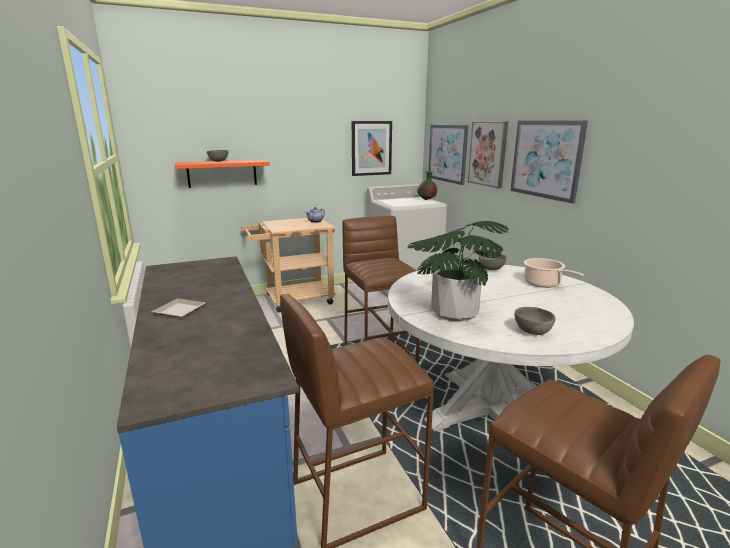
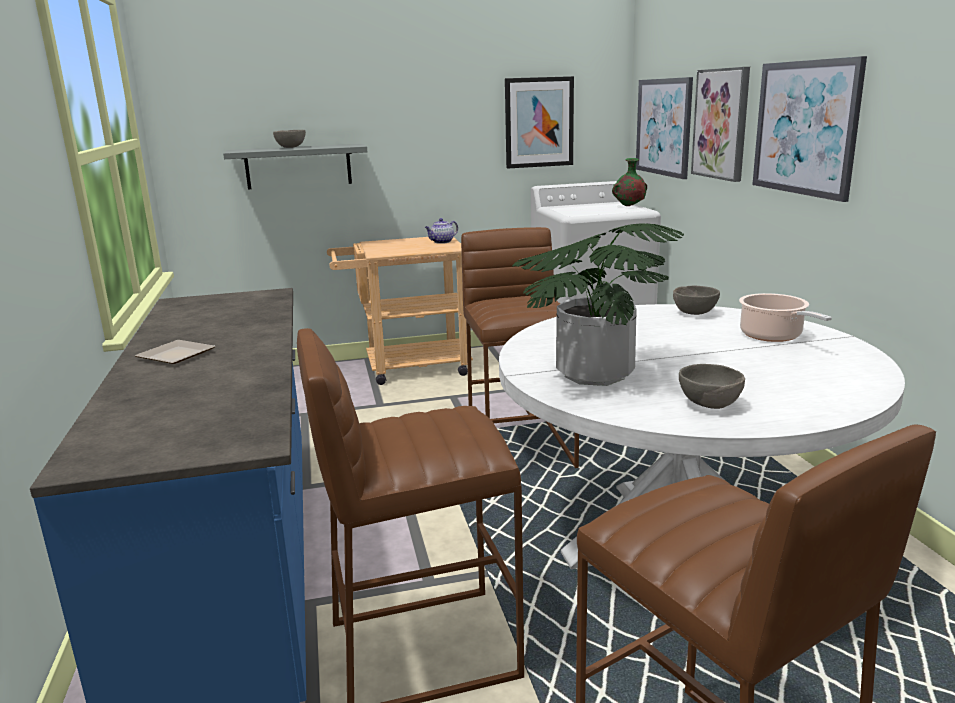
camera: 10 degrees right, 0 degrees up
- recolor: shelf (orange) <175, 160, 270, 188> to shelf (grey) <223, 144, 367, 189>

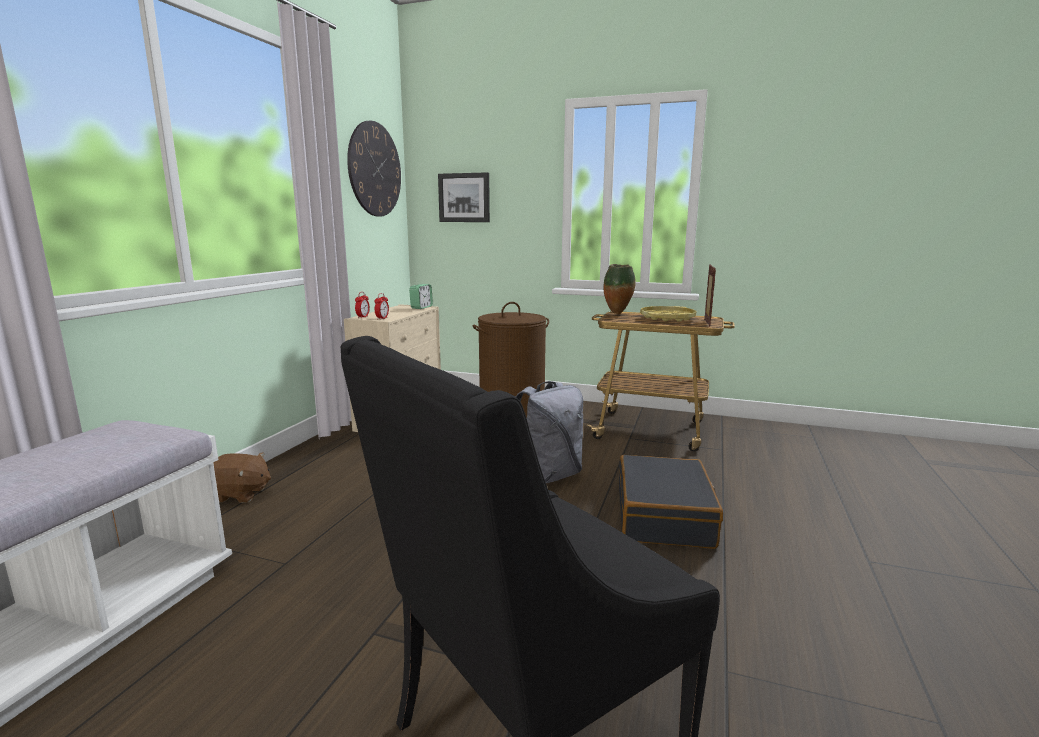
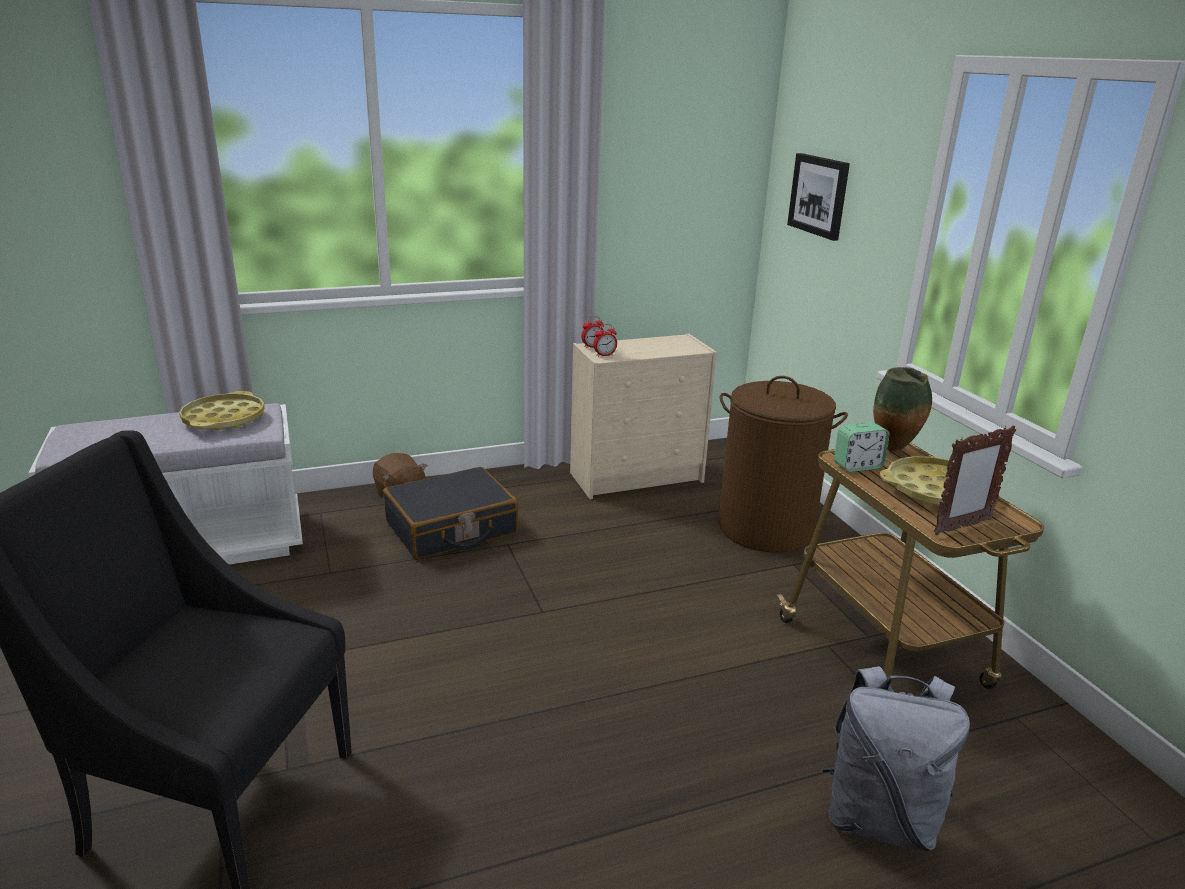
camera: 50 degrees right, 10 degrees up
- delete: wall clock <347, 121, 401, 216>
- insert: tray (yellow) <179, 391, 265, 431>
- move: alarm clock <409, 284, 433, 309> to <834, 422, 890, 472>
- move: backpack (grey) <516, 381, 583, 483> to <822, 666, 970, 851>
- move: suitcase (black) <619, 455, 723, 549> to <383, 467, 518, 559>

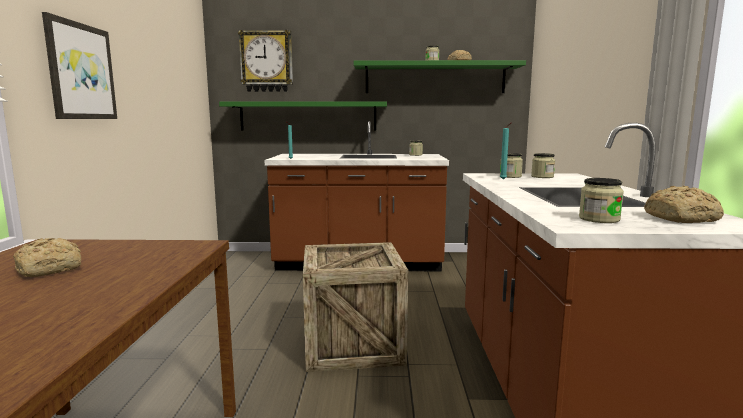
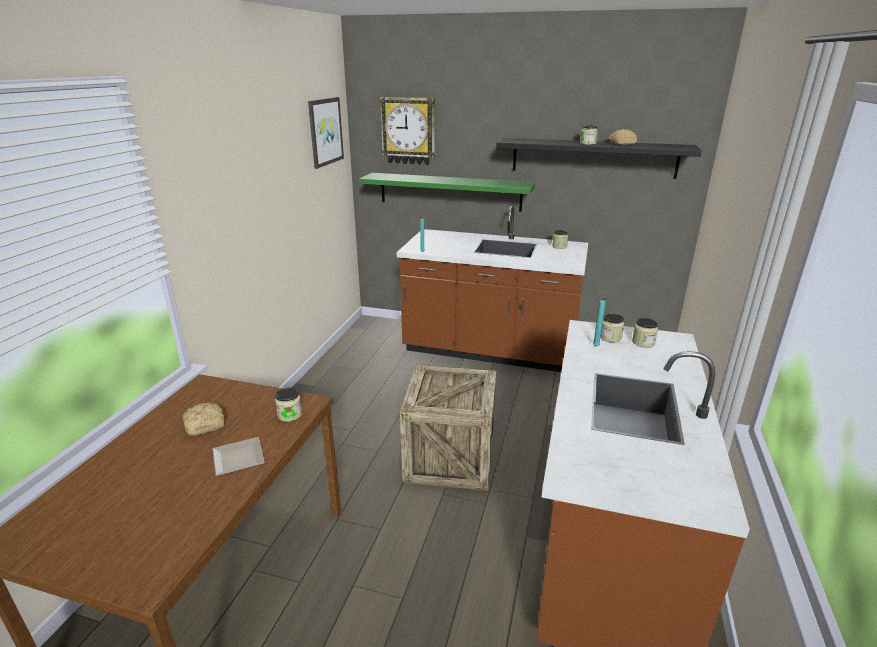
camera: 15 degrees right, 15 degrees up
- delete: bread <644, 186, 724, 223>
- insert: plate <212, 437, 265, 476>
- move: picture <42, 12, 117, 119> to <308, 97, 344, 169>
- move: jar <579, 178, 624, 223> to <275, 388, 302, 422>
- recolor: shelf (green) <354, 60, 526, 93> to shelf (black) <496, 138, 702, 179>

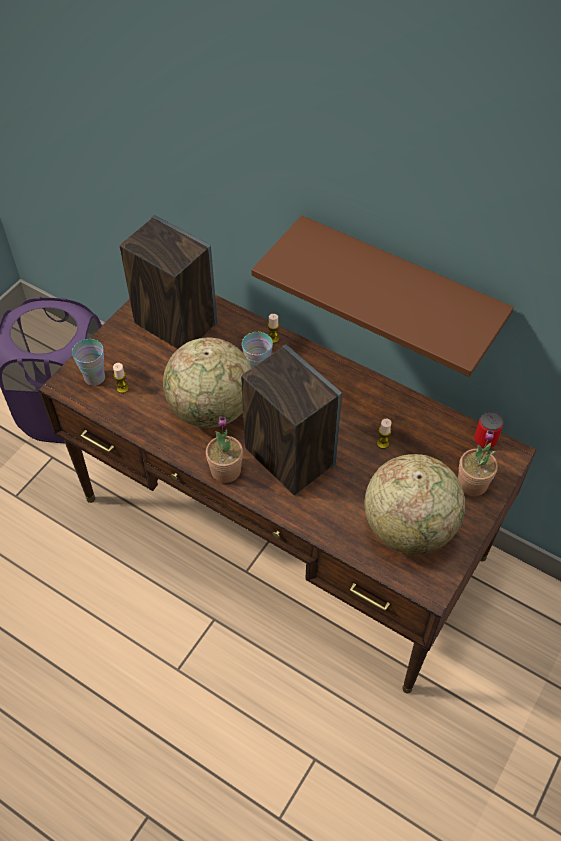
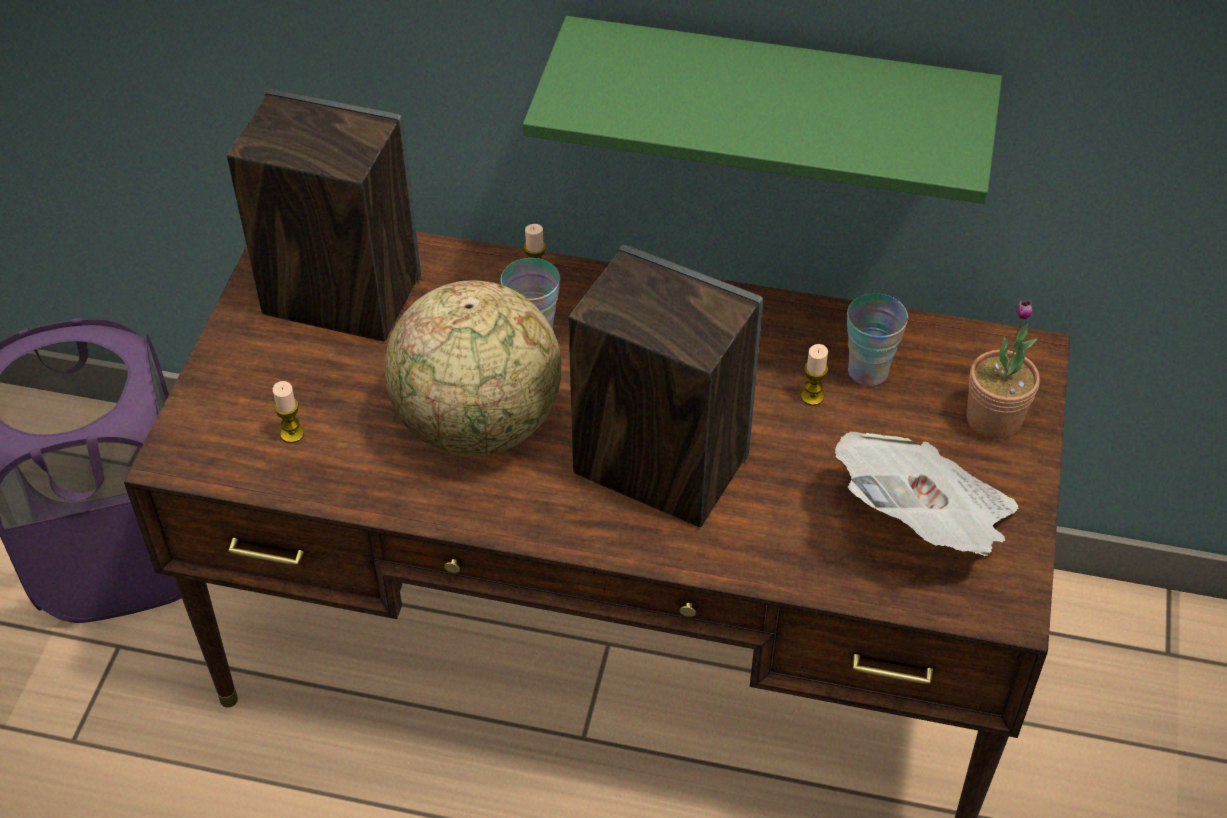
camera: 20 degrees left, 5 degrees down
- delete: potted plant <206, 416, 243, 483>
- delete: can <474, 411, 503, 448>
- move: cup <72, 339, 105, 386> to <847, 293, 908, 386>
- replace: globe <365, 454, 465, 554> to newspaper <835, 432, 1019, 556>
- recolor: shelf (brown) <251, 215, 514, 377> to shelf (green) <523, 16, 1002, 204>

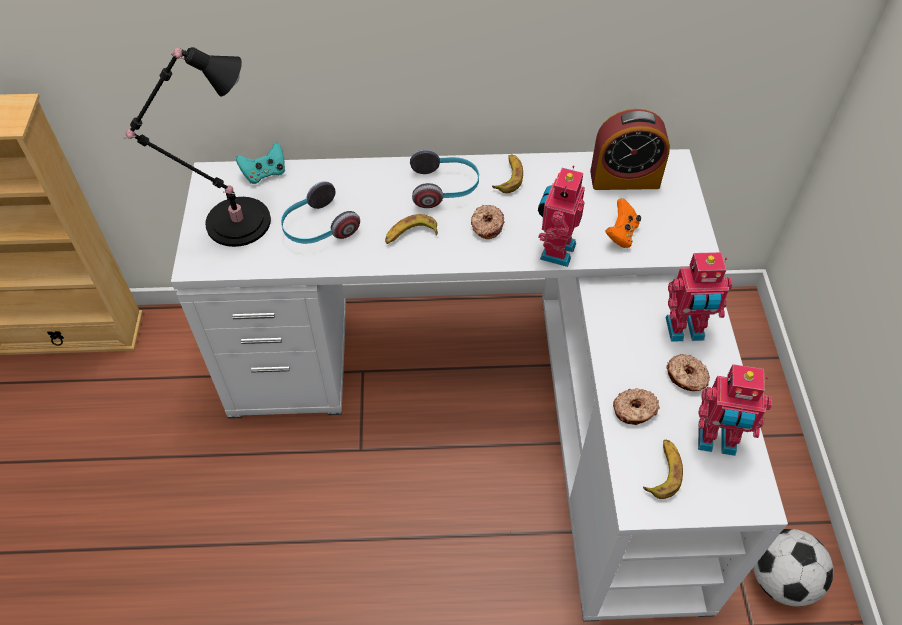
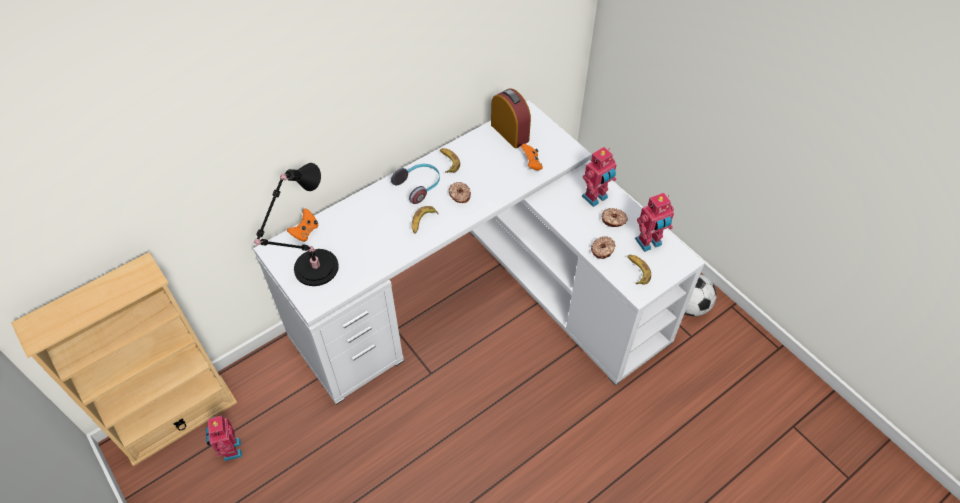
camera: 35 degrees left, 0 degrees up
- delete: headphones <281, 181, 360, 244>
- move: toy robot <538, 166, 585, 267> to <206, 415, 242, 461>
- recolor: game controller (turquoise) <236, 142, 285, 184> to game controller (orange) <287, 209, 318, 242>
- rotate: alarm clock <590, 109, 670, 190> = <491, 88, 531, 149> 90 degrees counterclockwise

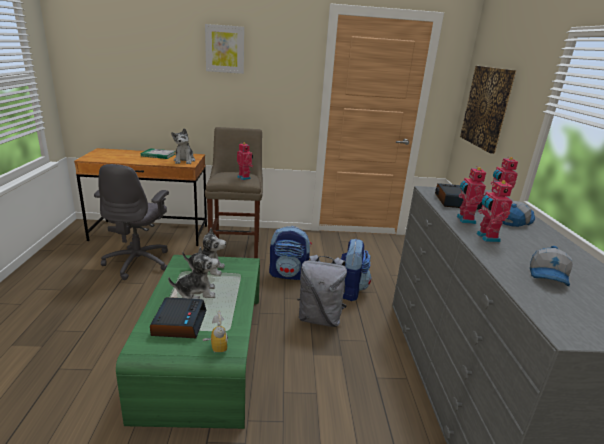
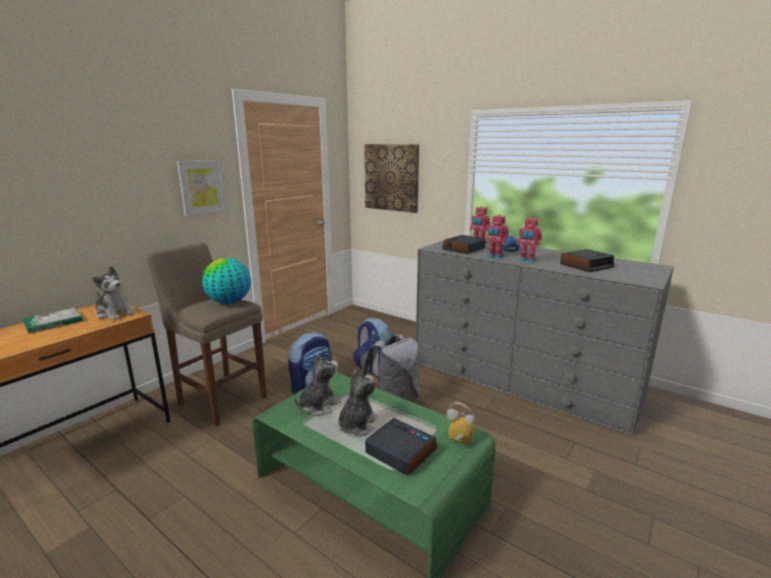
camera: 50 degrees left, 5 degrees down
- delete: office chair (grey) <94, 164, 169, 280>
- move: picture <205, 24, 244, 74> to <177, 160, 226, 216>
- replace: toy robot <237, 143, 253, 180> to globe <202, 258, 251, 304>
- replace: cap <530, 246, 573, 286> to alarm clock <560, 249, 614, 272>

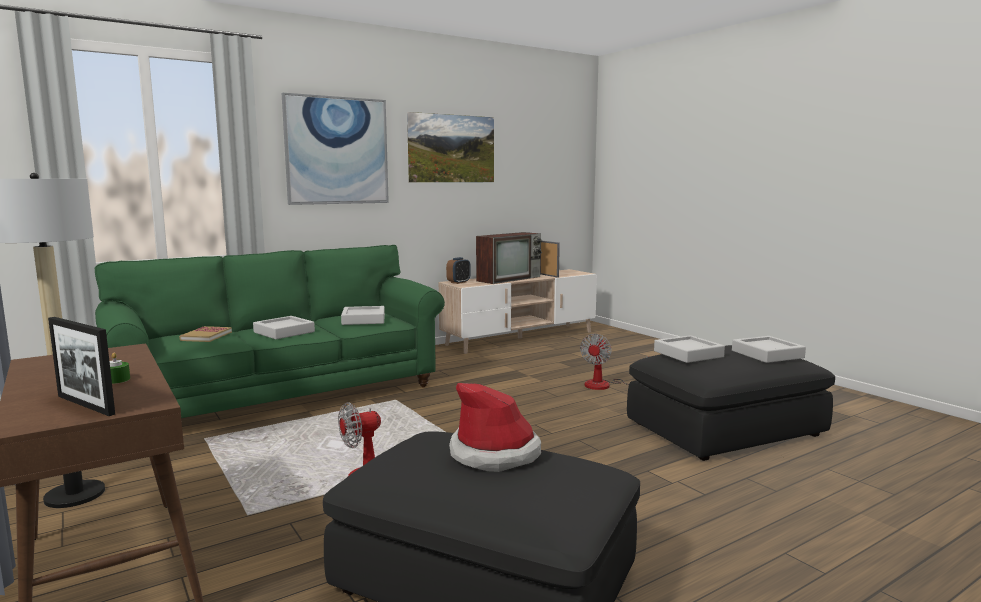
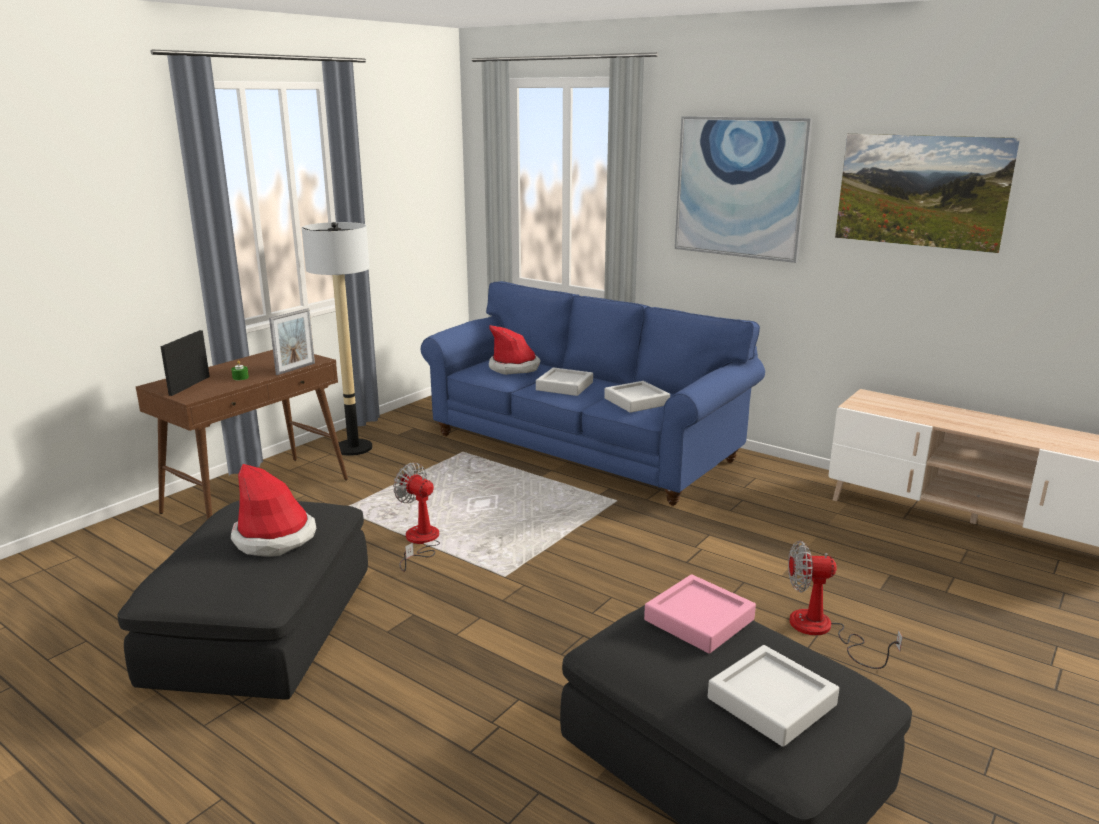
camera: 70 degrees right, 10 degrees up
- delete: alarm clock <446, 257, 471, 284>
- delete: television <476, 232, 543, 284>
- move: picture frame <540, 240, 560, 278> to <269, 308, 315, 375>
- replace: book <179, 326, 232, 342> to hat <489, 325, 541, 375>
- recolor: sofa (green) <95, 245, 445, 418> to sofa (blue) <421, 281, 765, 506>
- recolor: tray (grey) <654, 335, 725, 363> to tray (pink) <644, 574, 756, 654>

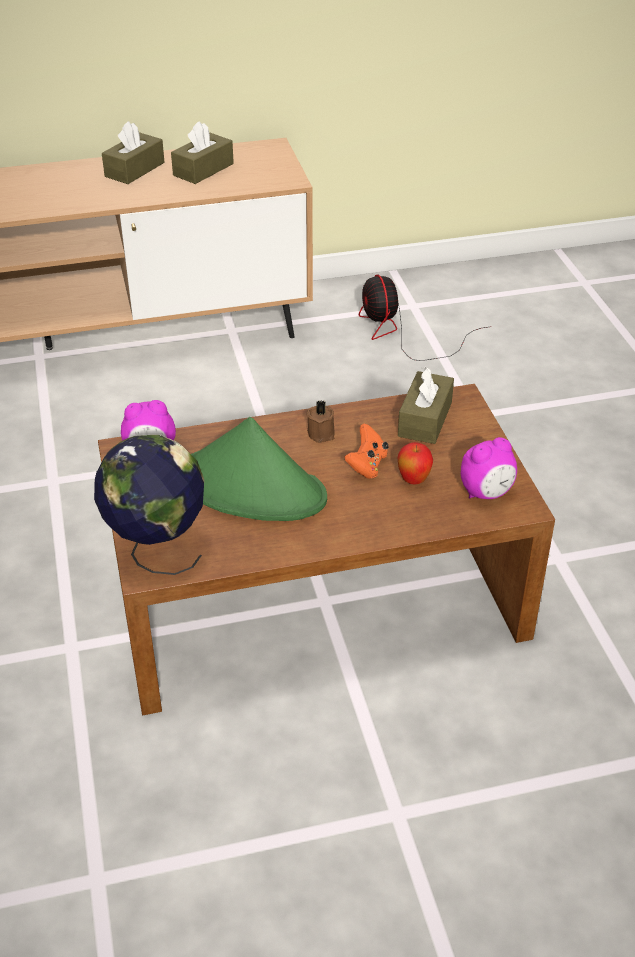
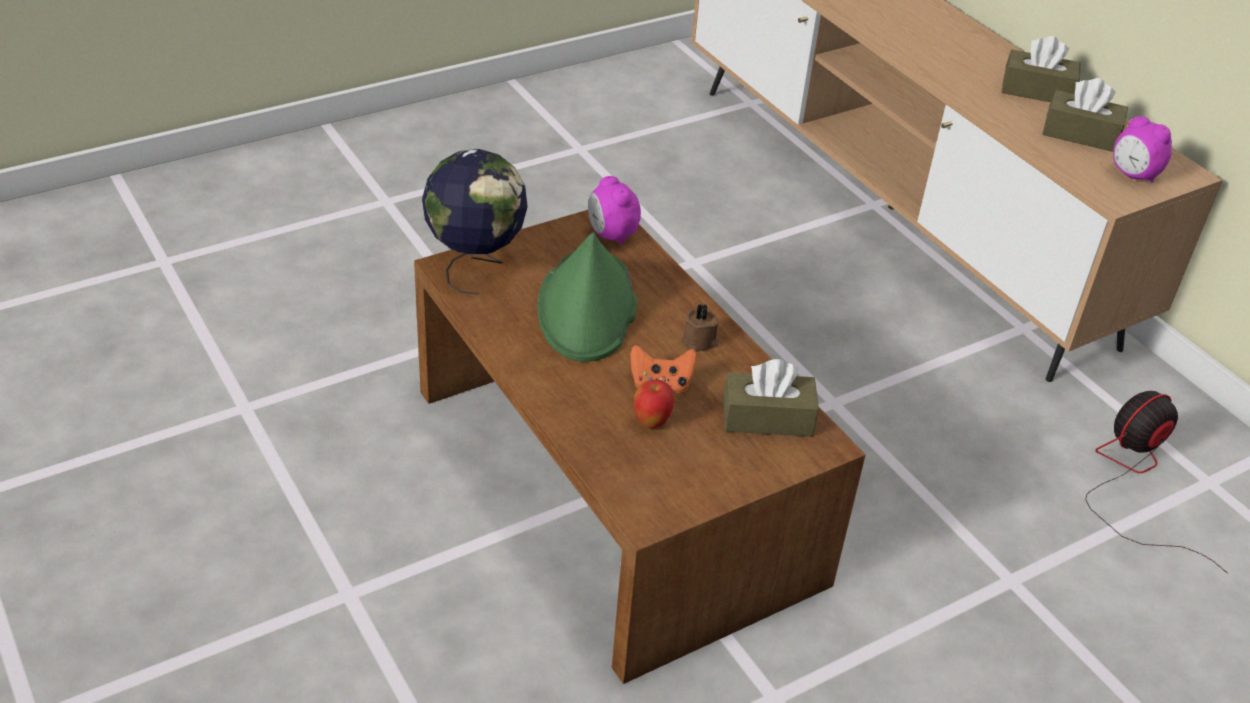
camera: 70 degrees right, 0 degrees up
- move: alarm clock <461, 437, 517, 499> to <1113, 116, 1172, 182>

